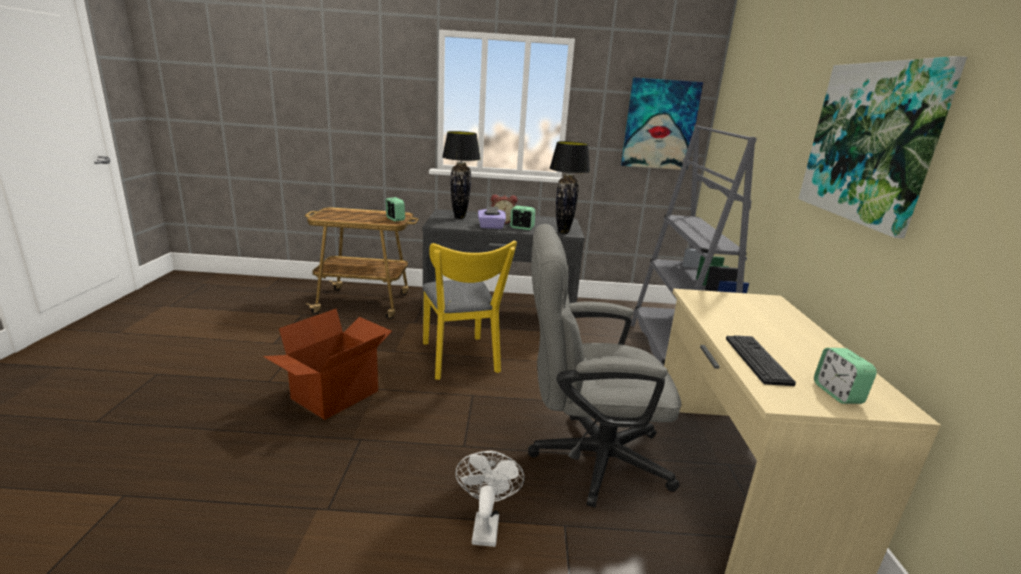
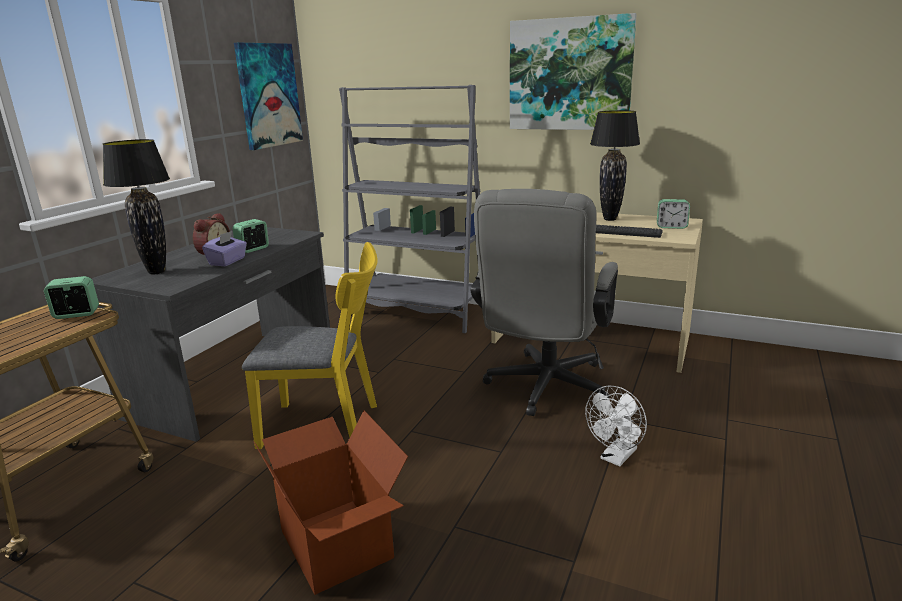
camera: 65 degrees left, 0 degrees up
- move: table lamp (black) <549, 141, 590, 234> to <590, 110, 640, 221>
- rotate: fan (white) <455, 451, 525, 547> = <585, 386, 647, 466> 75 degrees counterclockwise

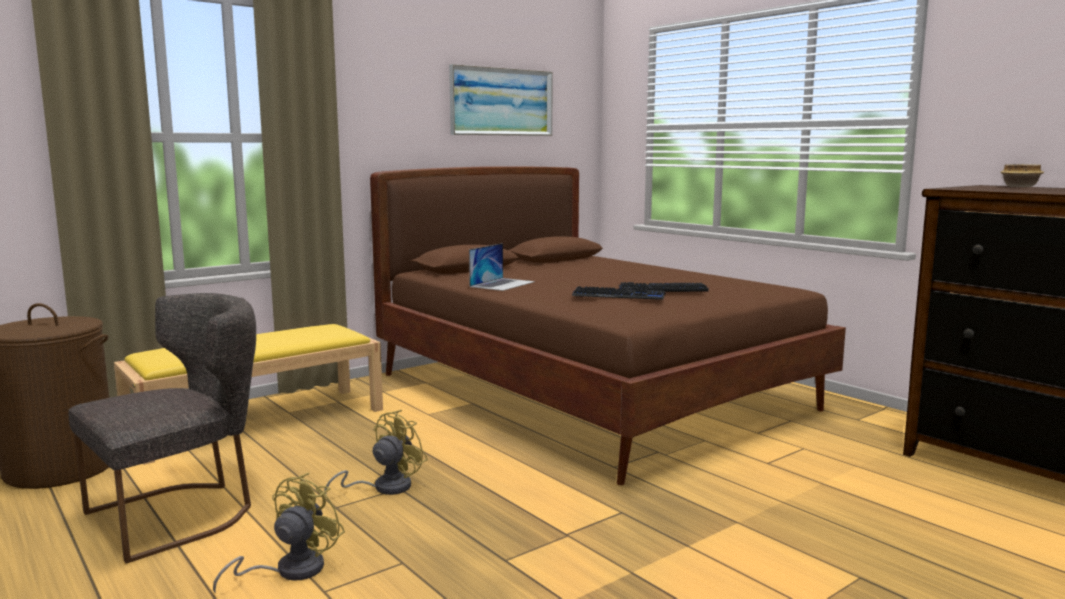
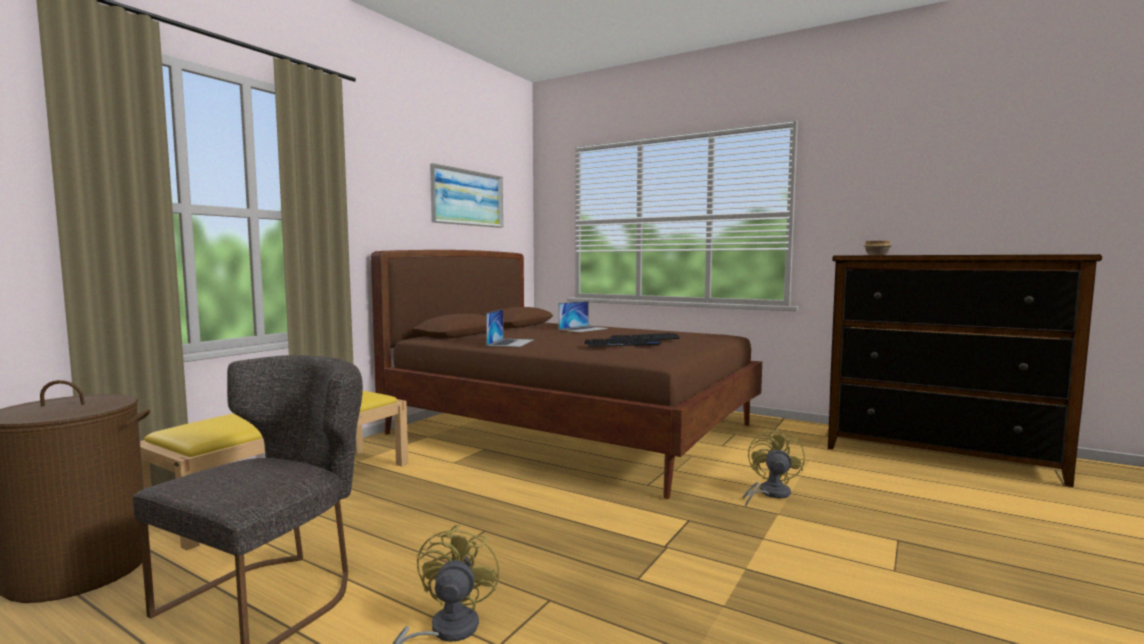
camera: 20 degrees left, 5 degrees down
- insert: laptop <559, 301, 608, 332>
- move: fan (yellow) <324, 410, 428, 495> to <743, 428, 805, 508>

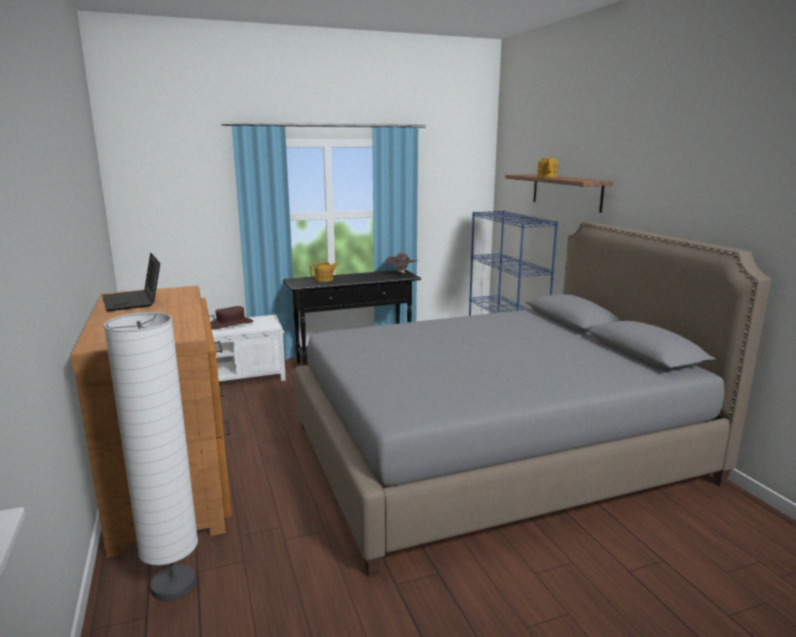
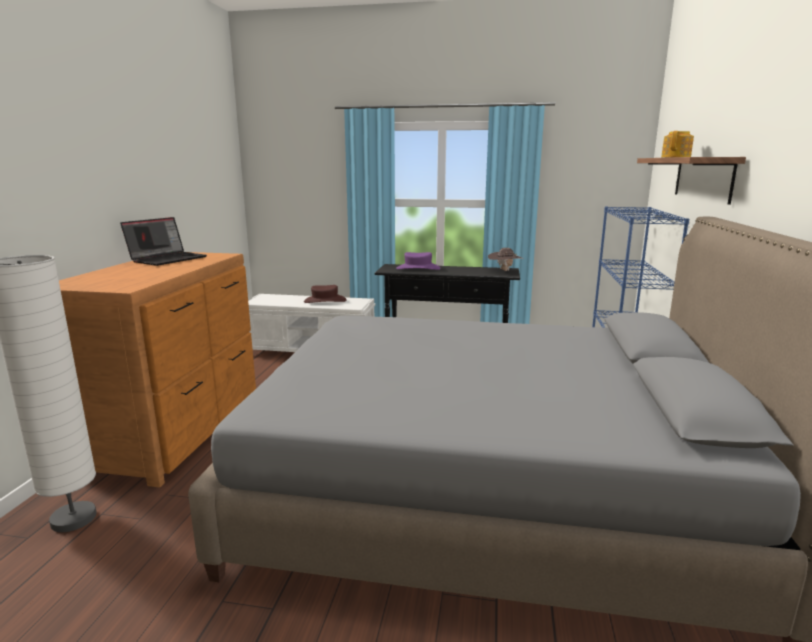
camera: 30 degrees right, 0 degrees up
- replace: teapot <310, 262, 338, 282> to hat (purple) <396, 252, 441, 270>
- rotate: laptop <102, 253, 160, 311> = <120, 217, 207, 266> 150 degrees counterclockwise

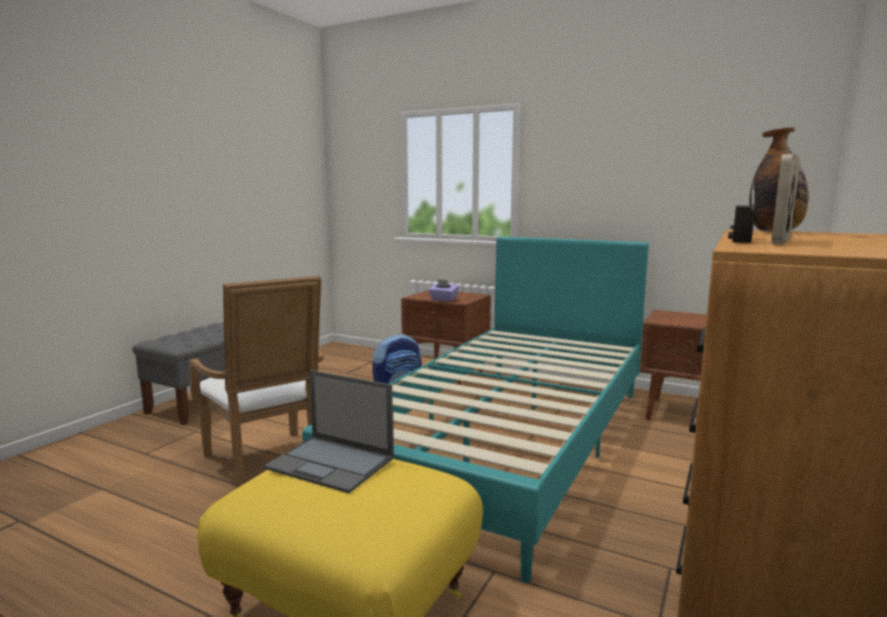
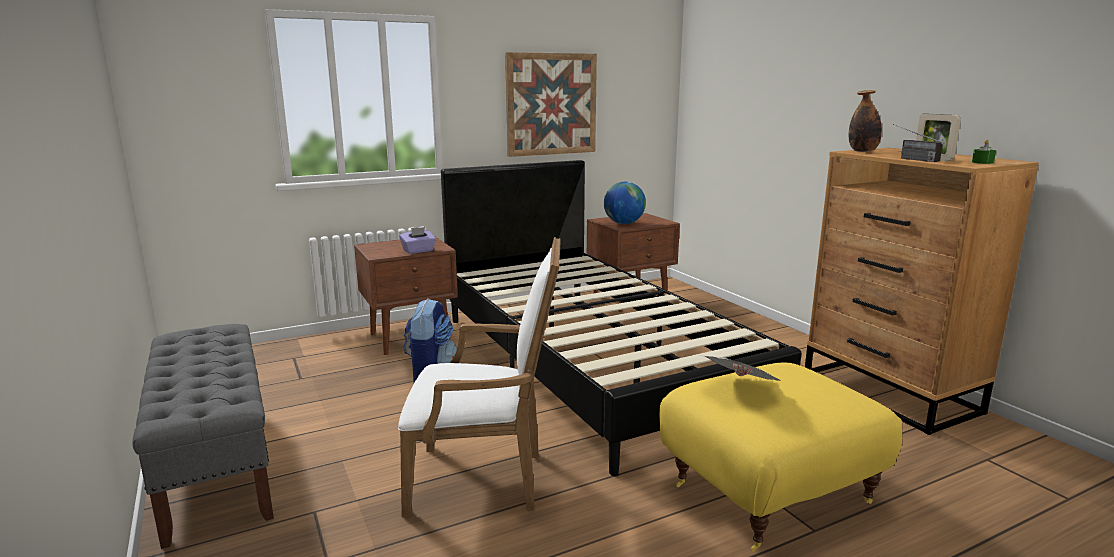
camera: 55 degrees left, 5 degrees up
- insert: picture <505, 52, 597, 157>
- insert: globe <604, 182, 646, 224>
- insert: candle (green) <972, 140, 996, 164>
- replace: laptop <264, 370, 394, 494> to newspaper <700, 355, 781, 381>
- recolor: bed (turquoise) <302, 236, 649, 583> to bed (black) <441, 160, 802, 477>

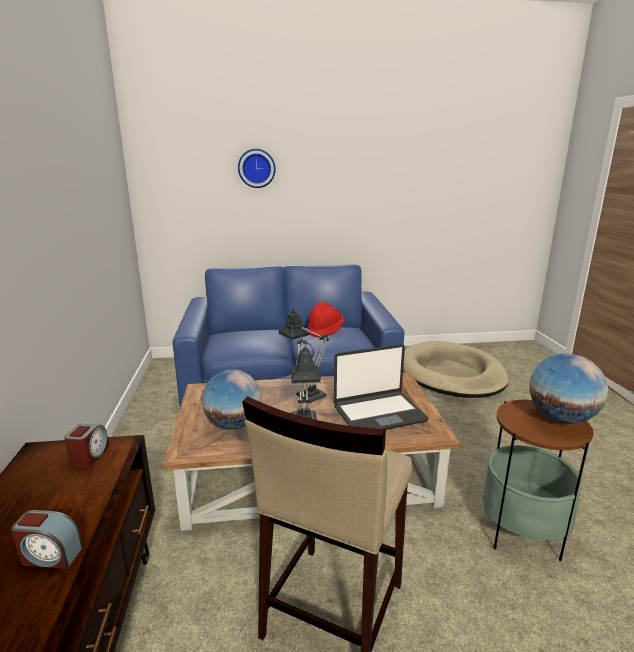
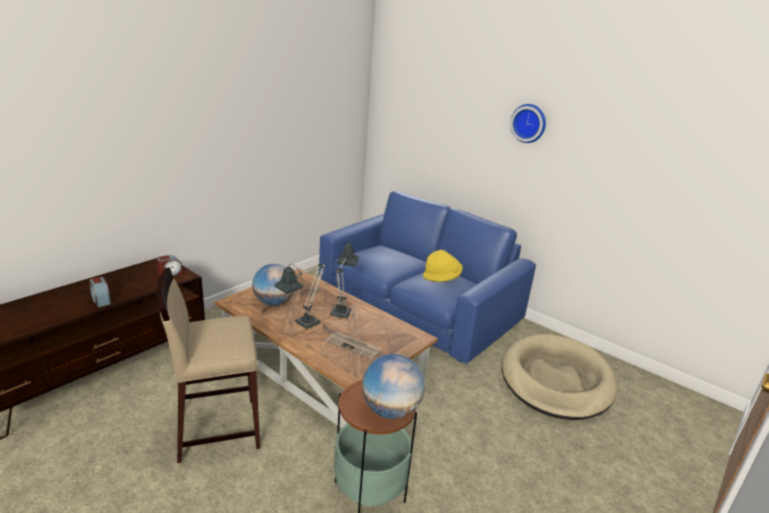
camera: 45 degrees right, 5 degrees up
- move: wall clock <238, 149, 276, 188> to <510, 104, 546, 143>
- replace: laptop <334, 344, 429, 430> to newspaper <326, 332, 381, 359>
- recolor: hat (red) <308, 301, 344, 338> to hat (yellow) <423, 250, 463, 282>

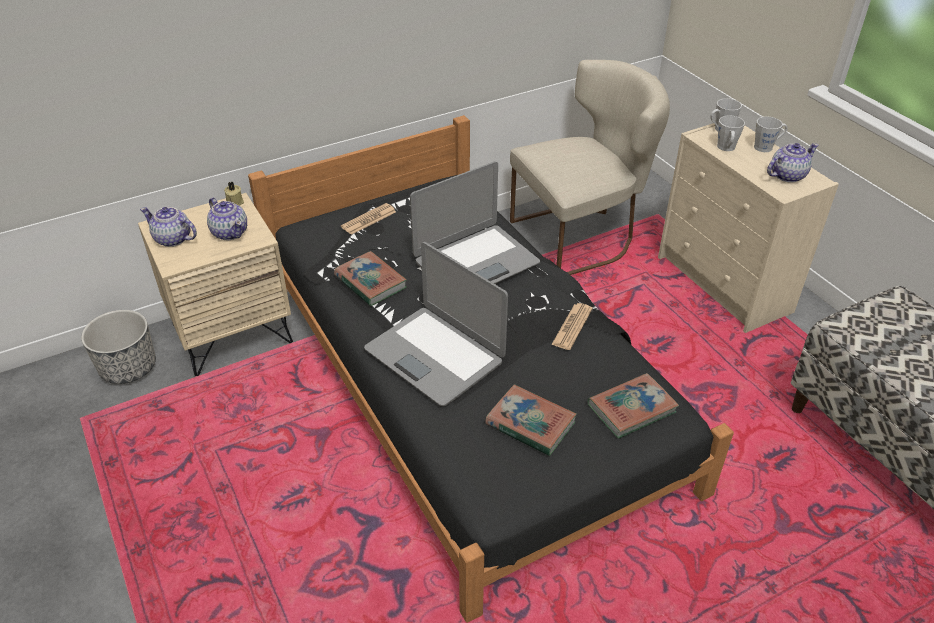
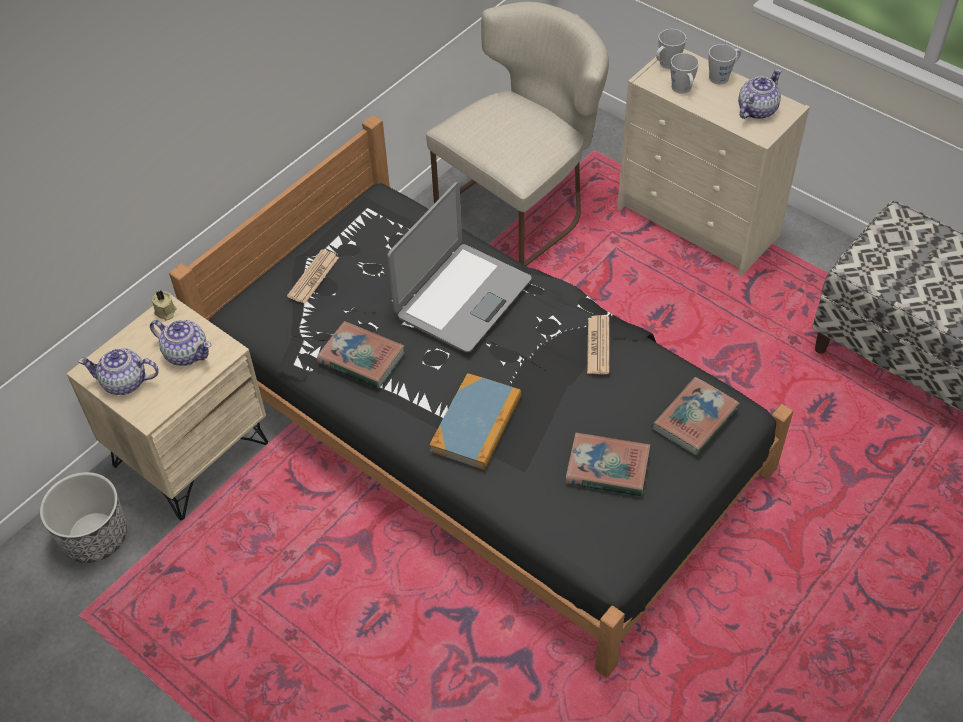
camera: 20 degrees left, 10 degrees up
- replace: laptop <364, 242, 508, 406> to book <429, 373, 521, 470>

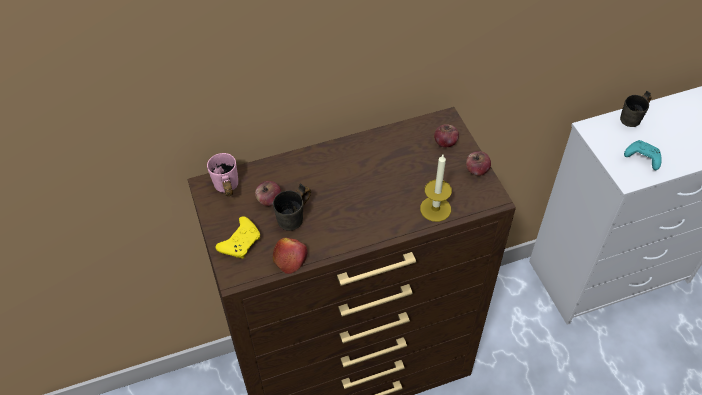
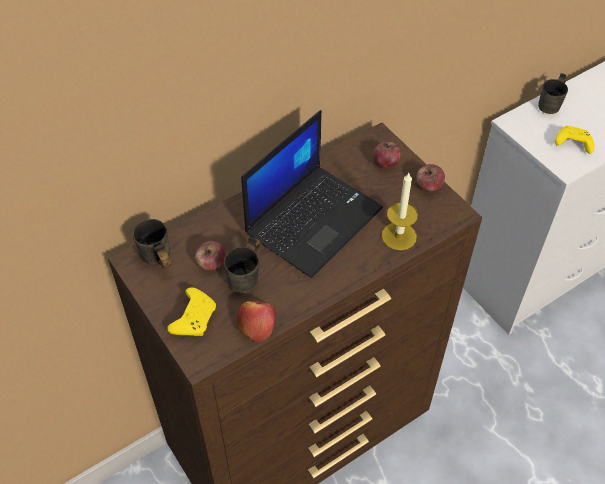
camera: 15 degrees left, 0 degrees up
- insert: laptop <241, 110, 383, 278>
- recolor: mug (pink) <207, 153, 238, 196> to mug (grey) <133, 219, 171, 268>
- recolor: game controller (turquoise) <624, 140, 662, 170> to game controller (yellow) <555, 125, 595, 154>

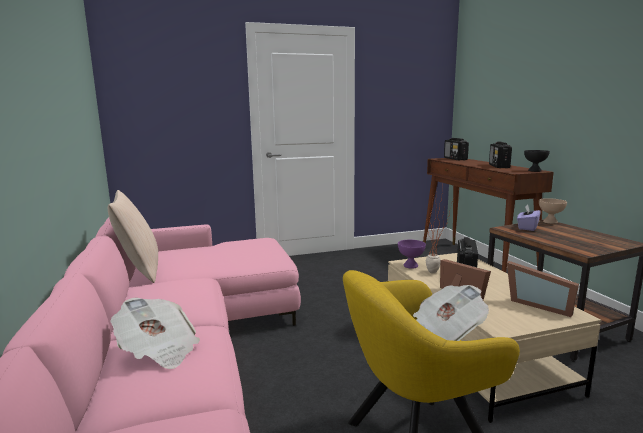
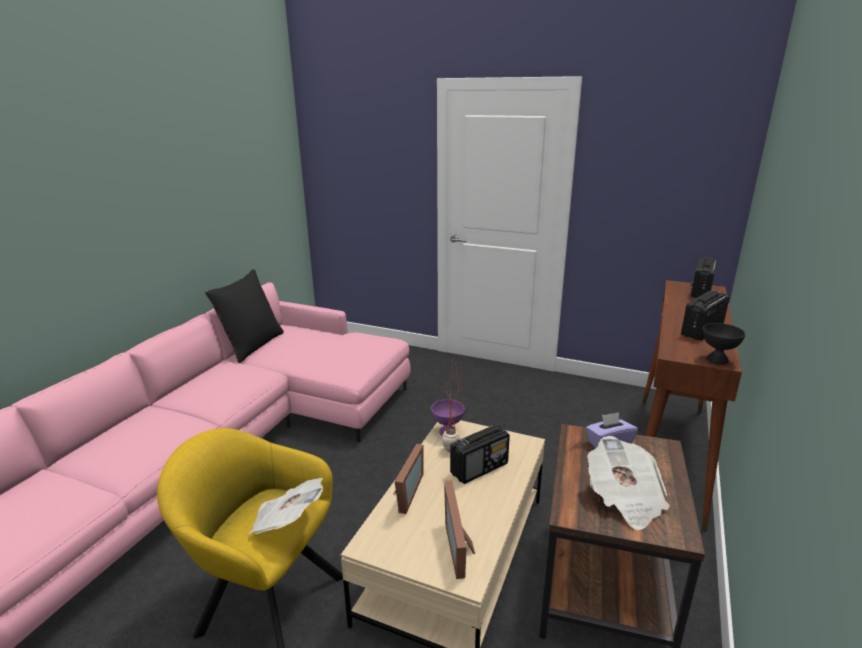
camera: 40 degrees right, 10 degrees up
- delete: bowl (beige) <539, 198, 567, 224>
- move: newspaper <110, 297, 200, 369> to <587, 436, 670, 530>
- recolor: pillow (beige) <108, 190, 158, 283> to pillow (black) <205, 269, 284, 363>

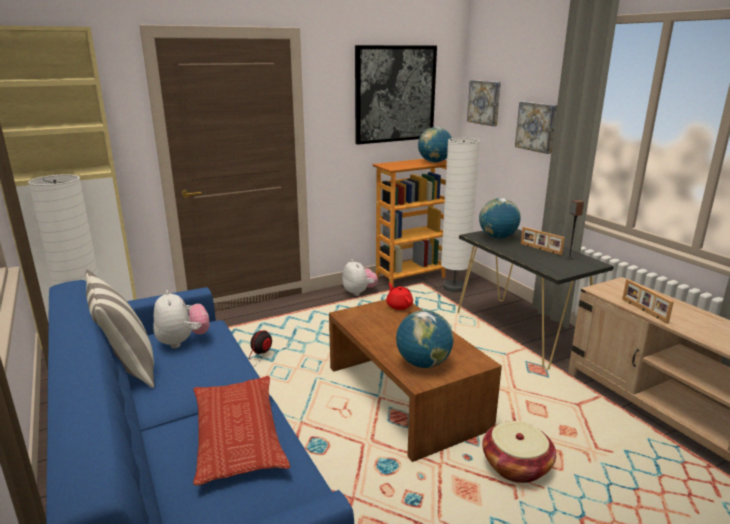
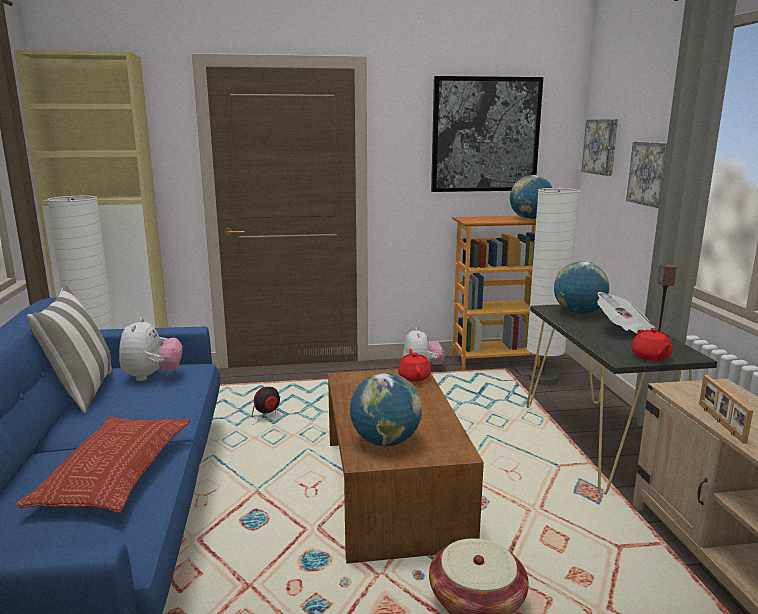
camera: 20 degrees right, 5 degrees down
- insert: teapot (red) <631, 328, 673, 361>
- replace: picture frame <521, 227, 565, 255> to newspaper <597, 292, 655, 334>

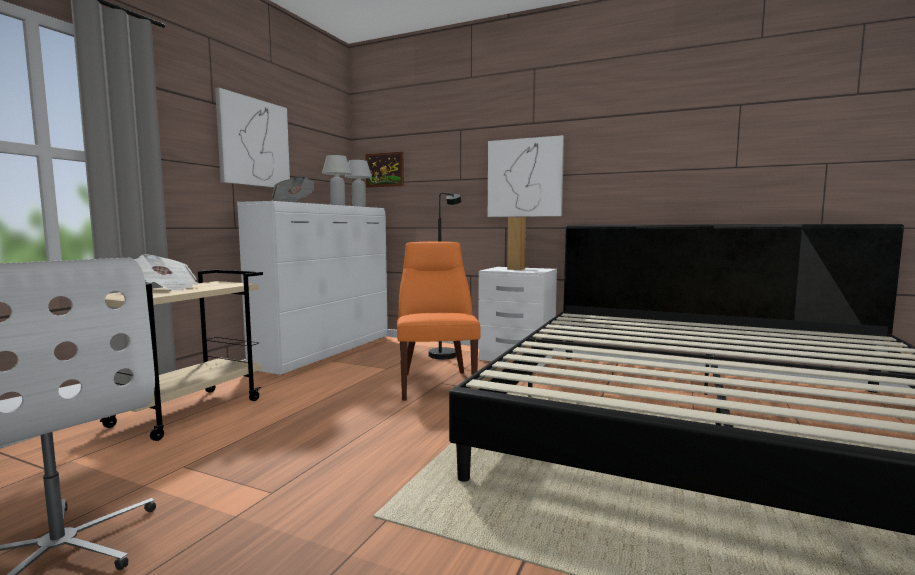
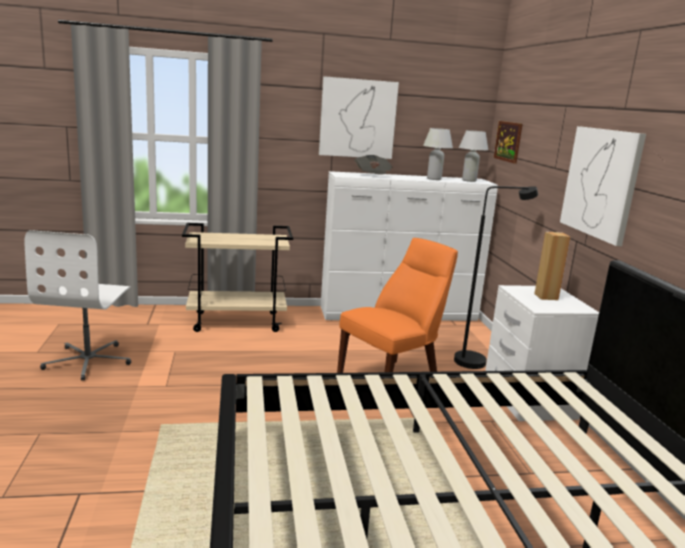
camera: 55 degrees right, 10 degrees up
- delete: newspaper <134, 255, 199, 291>

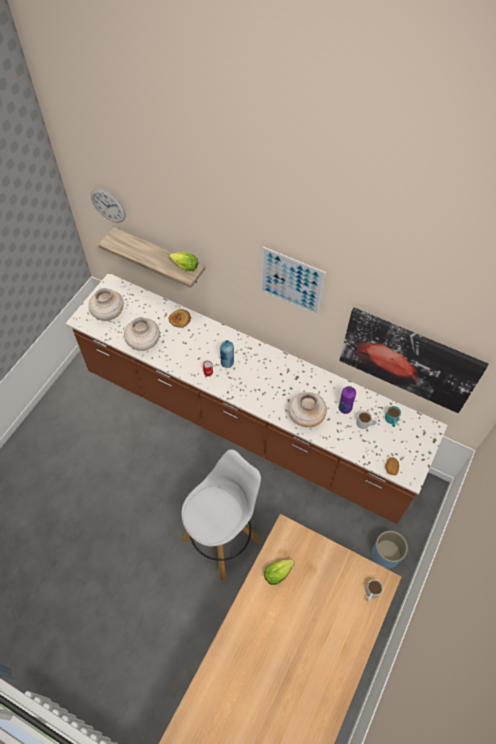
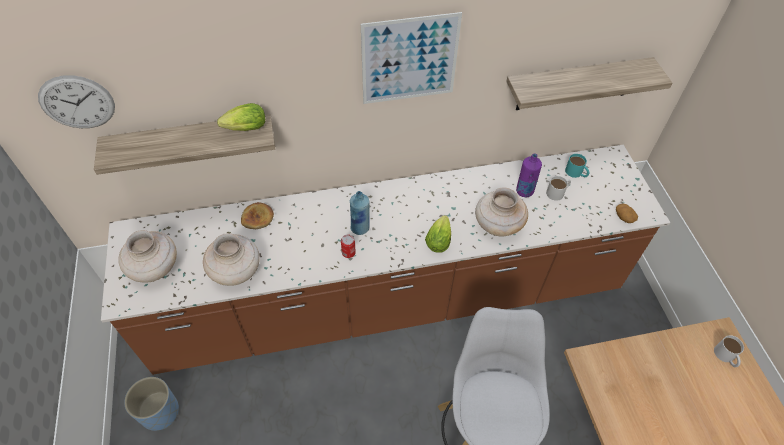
camera: 40 degrees left, 5 degrees down
- move: lettuce <264, 559, 295, 585> to <425, 215, 451, 252>
- move: planter (blue) <372, 531, 408, 569> to <124, 377, 179, 431>
- replace: picture <339, 308, 488, 413> to shelf <506, 57, 672, 110>

